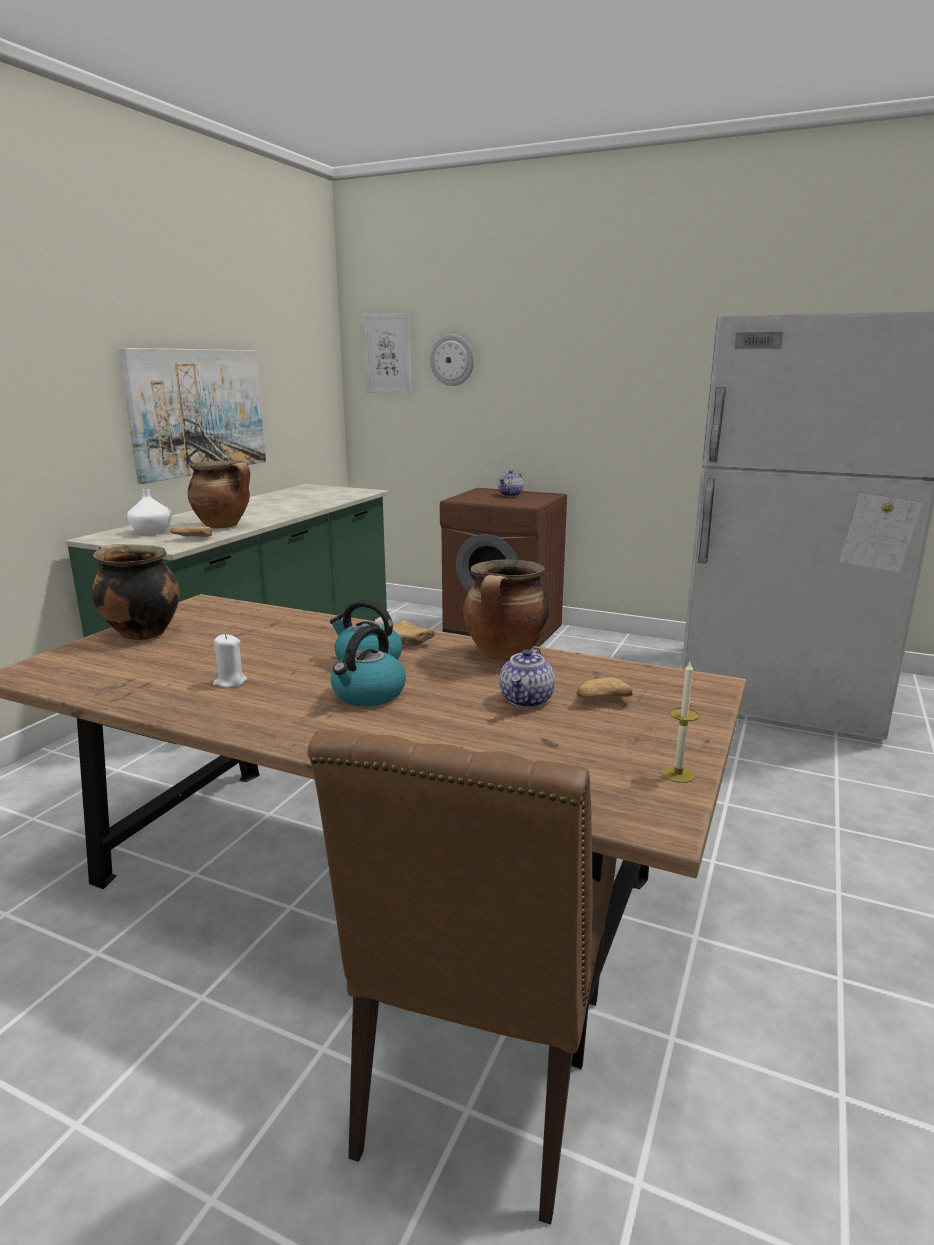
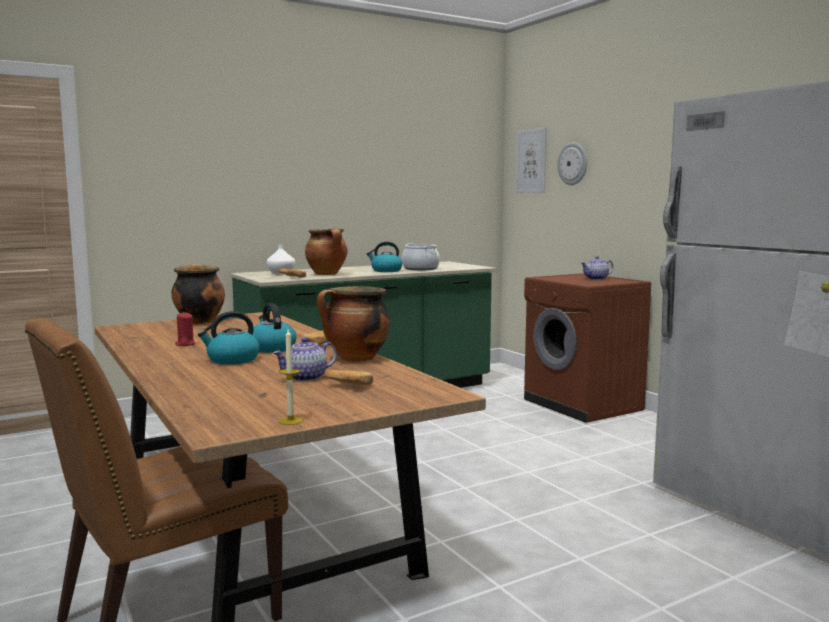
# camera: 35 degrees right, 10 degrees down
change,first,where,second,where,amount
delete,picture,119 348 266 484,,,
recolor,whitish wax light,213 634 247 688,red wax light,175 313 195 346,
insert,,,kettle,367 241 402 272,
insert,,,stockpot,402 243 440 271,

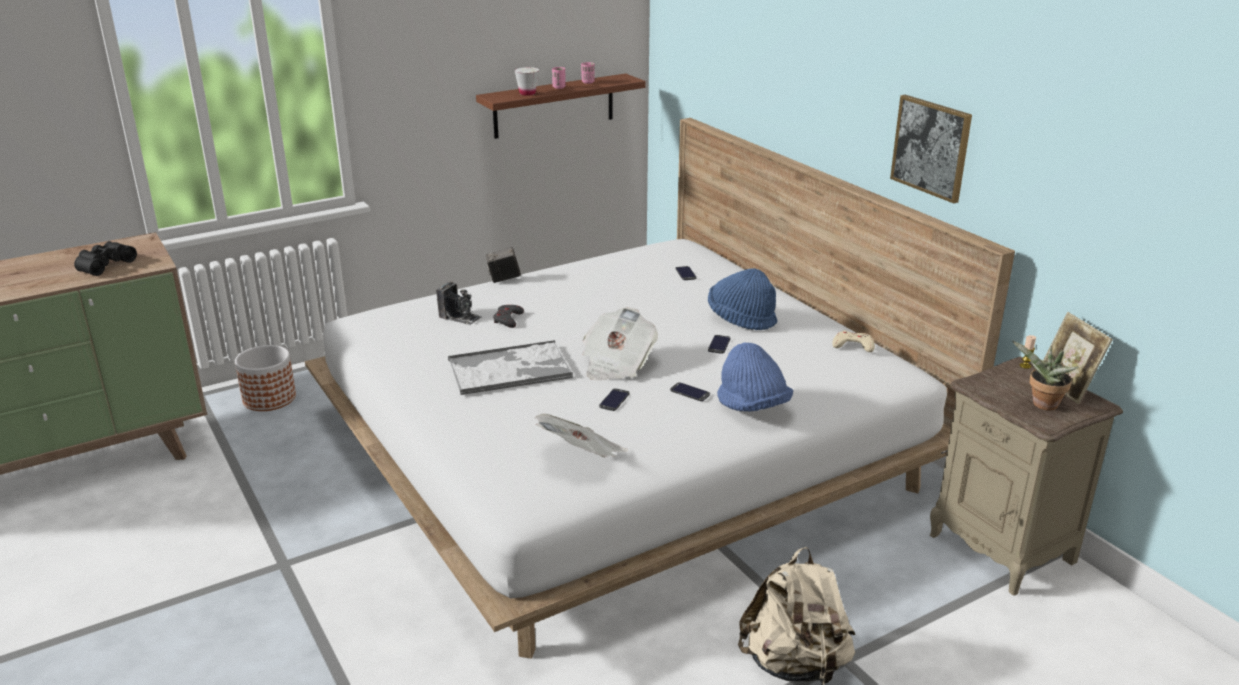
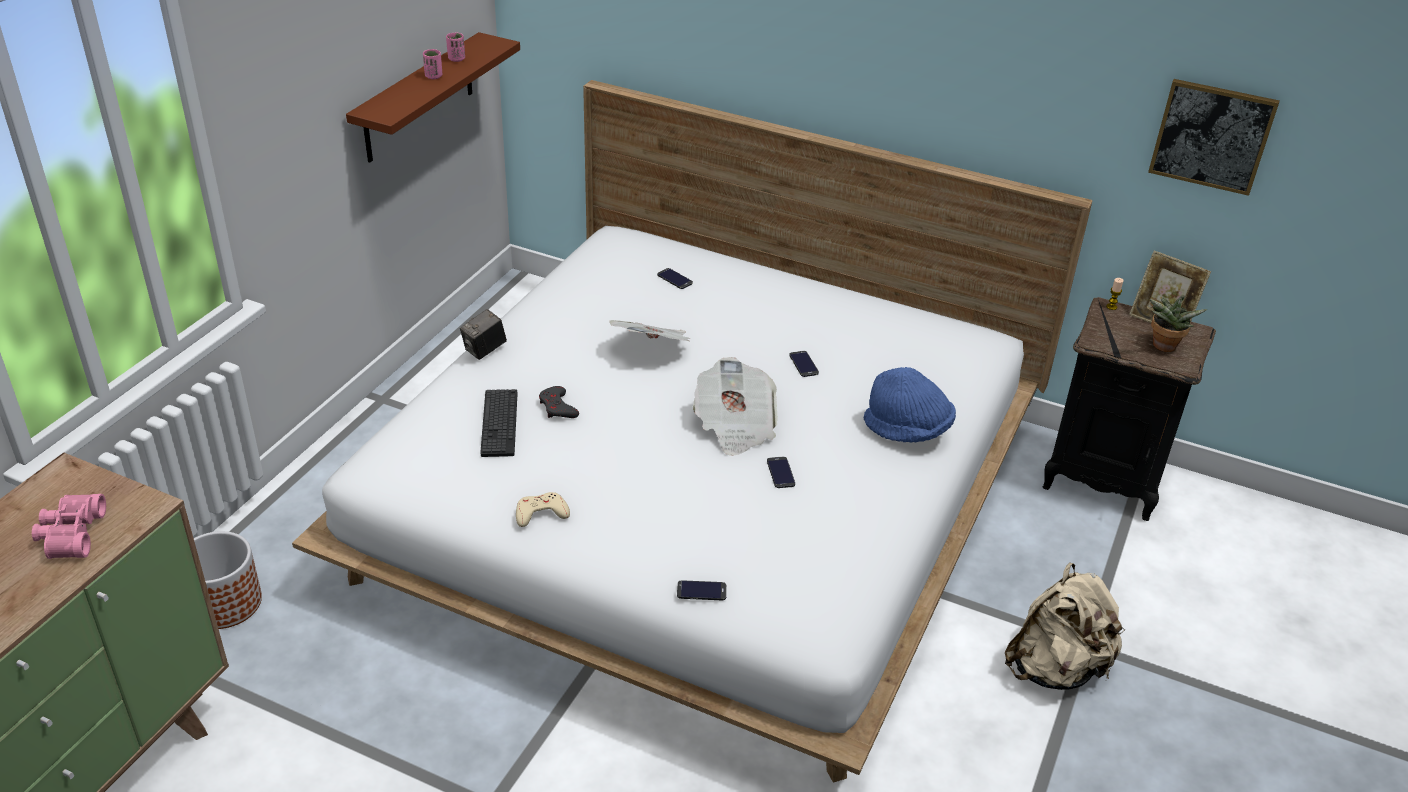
# camera: 35 degrees left, 10 degrees up
change,first,where,second,where,amount
delete,whitish drinking cup,514 67 539 96,,,
move,picture,890 95 972 203,,1148 79 1280 196,
recolor,black-coloured pair of binoculars,74 241 137 276,pink-coloured pair of binoculars,32 494 106 559,
delete,bluish clothing hat,708 269 777 330,,,
replace,still camera,436 281 482 325,computer keyboard,480 389 517 457,
move,beige-coloured joypad,832 330 875 352,,516 492 570 527,
delete,tray,448 340 573 395,,,
recolor,beige-coloured night table,930 357 1123 596,black-coloured night table,1043 297 1216 521,
move,phone,670 382 710 401,,677 580 727 600,
move,printed paper,535 414 628 457,,610 320 691 341,

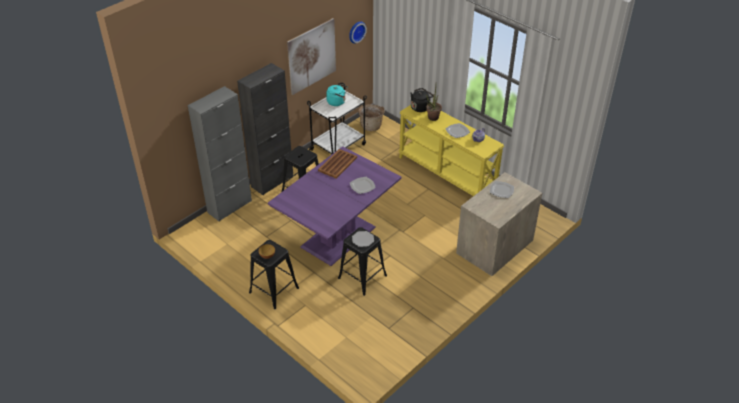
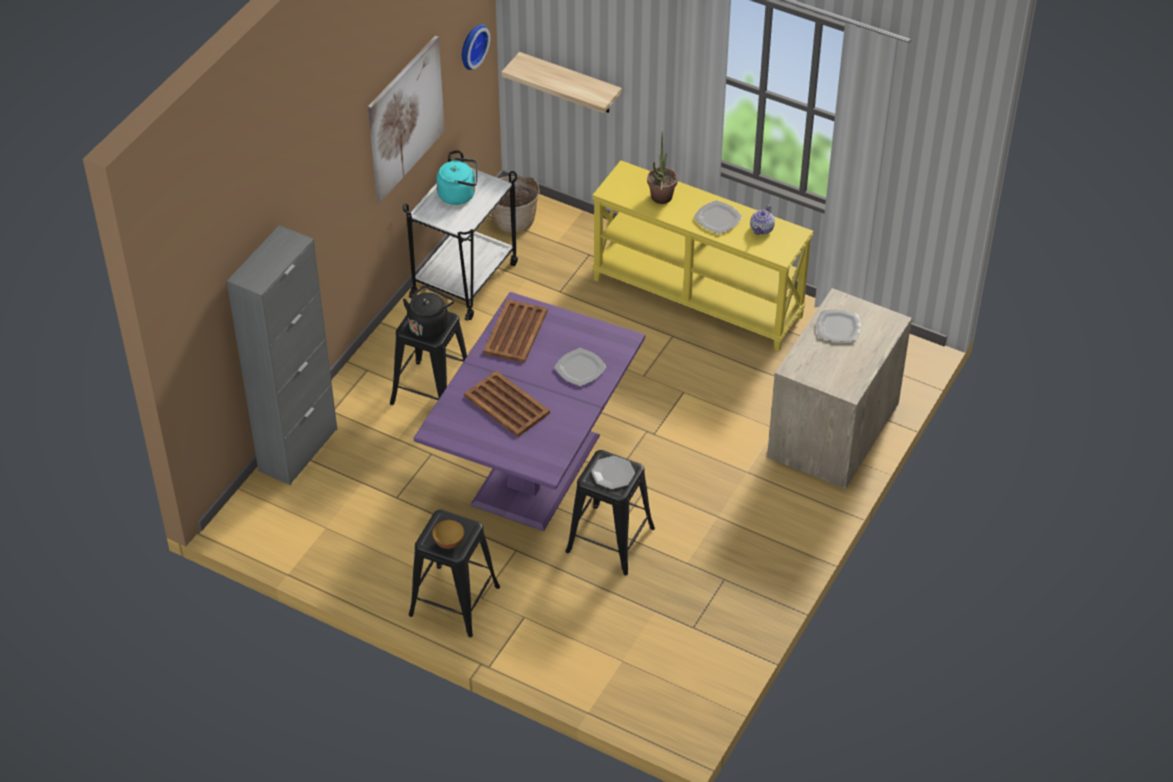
# camera: 15 degrees left, 5 degrees up
change,first,where,second,where,amount
delete,black-coloured cupboard,237 63 293 195,,,
move,black-coloured kettle,411 88 433 112,,403 286 454 339,
insert,,,wall shelf,501 52 622 113,
insert,,,brownish tray,464 370 550 437,

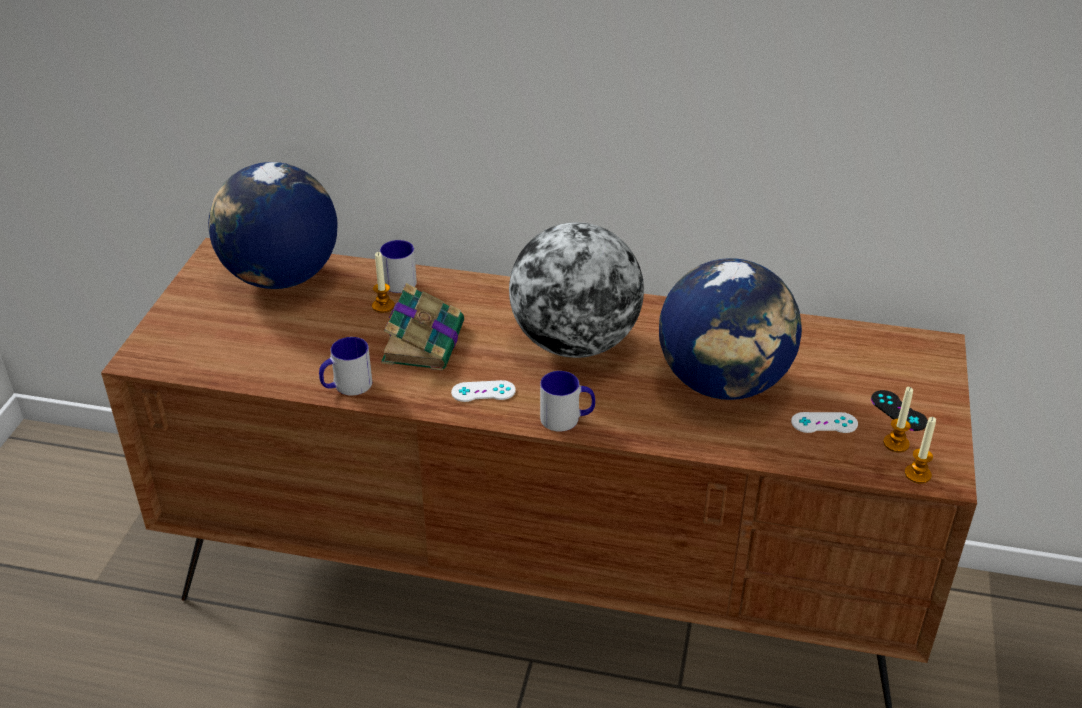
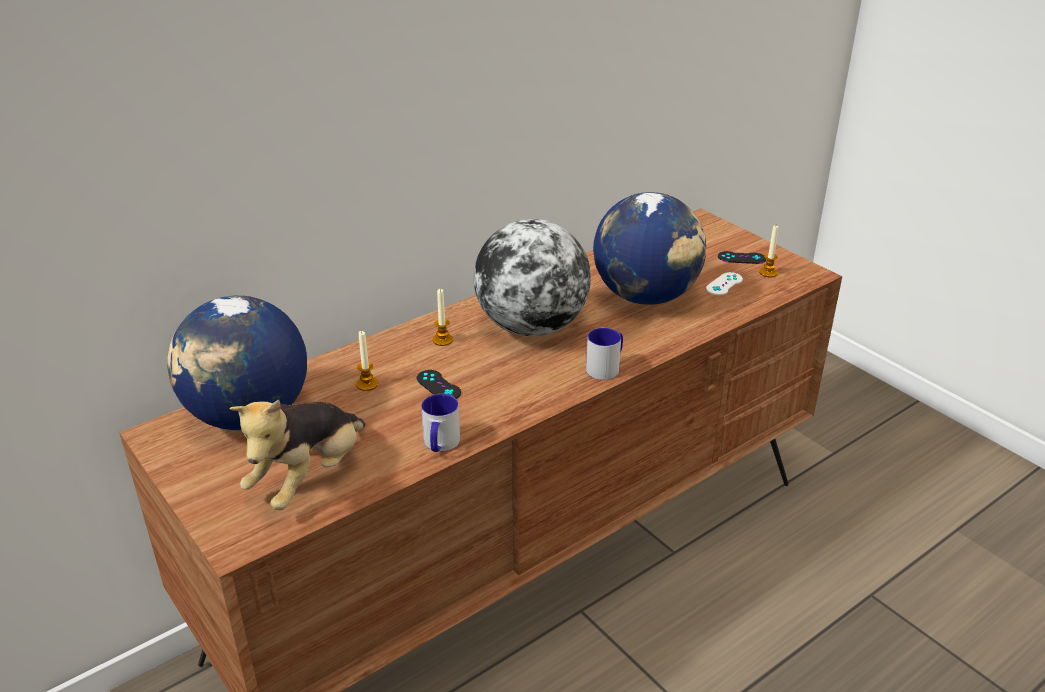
# camera: 50 degrees left, 5 degrees down
change,first,where,second,where,amount
delete,coffee mug,380 240 417 293,,,
replace,book,381 283 464 370,black-coloured joypad,416 370 461 399,
delete,whitish joypad,451 380 516 402,,,
move,wax light,905 417 936 484,,433 289 453 346,
insert,,,cuddly toy,230 400 365 510,

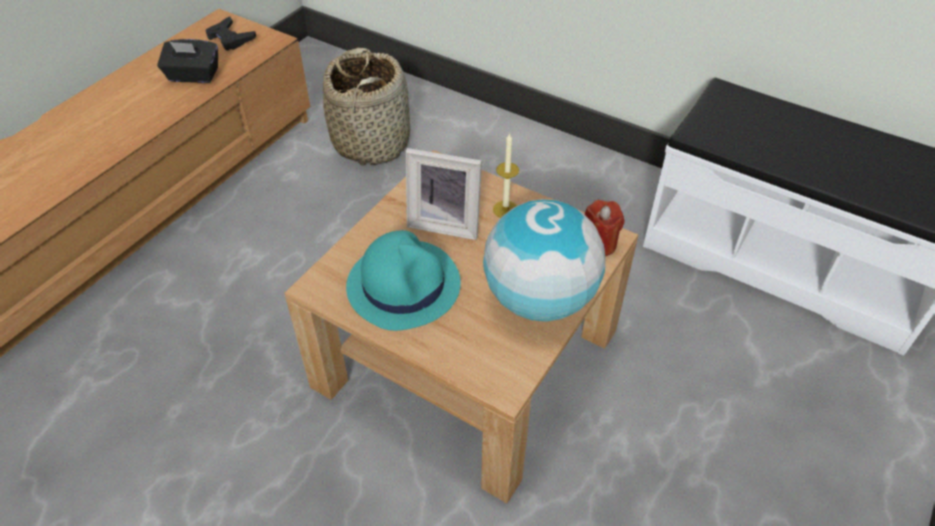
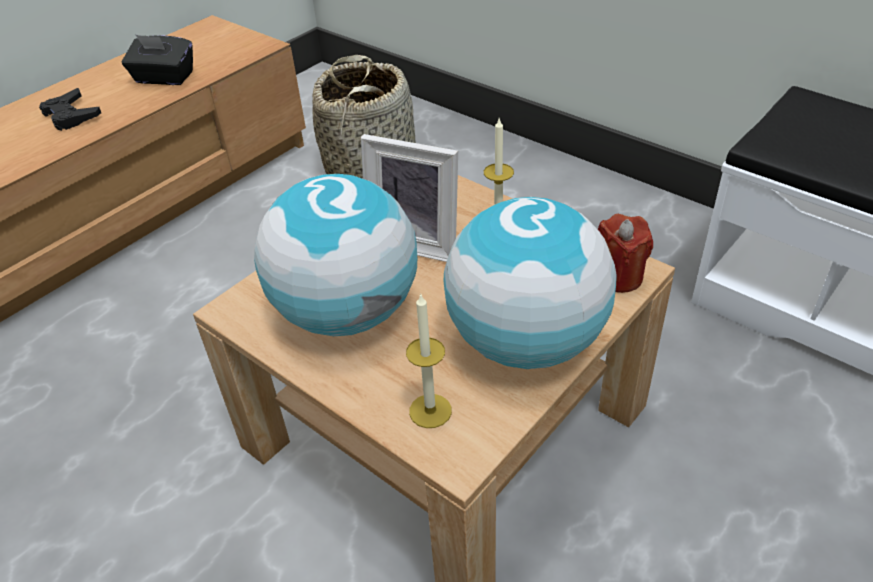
# camera: 10 degrees right, 5 degrees down
change,first,where,second,where,amount
move,black-coloured joypad,206 17 256 51,,39 88 101 131,
replace,blue-green clothing hat,346 230 461 331,world globe,254 174 417 336,
insert,,,wax light,406 293 452 428,

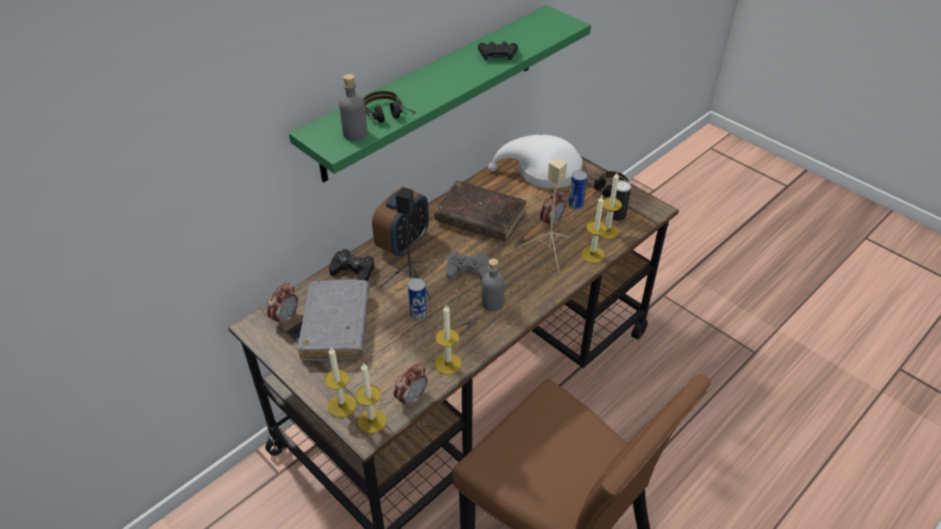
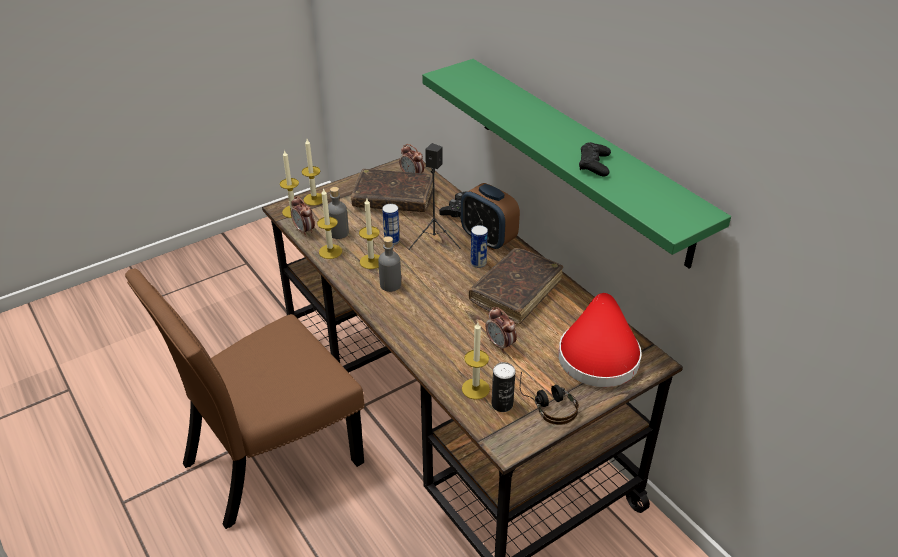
# camera: 100 degrees right, 5 degrees down
change,first,where,second,where,amount
move,gray bottle,339 74 367 141,,328 187 349 239,
delete,headset,364 91 416 123,,,
recolor,whitish clothing hat,488 135 582 189,red clothing hat,558 293 642 387,
delete,beige-coloured loudspeaker,520 158 569 272,,,
move,metal can,569 170 587 210,,471 225 488 268,
move,wax light,581 196 607 263,,359 199 380 269,
delete,gray joypad,446 252 489 281,,,
recolor,gray book,298 280 370 361,brownish book,351 169 433 212,

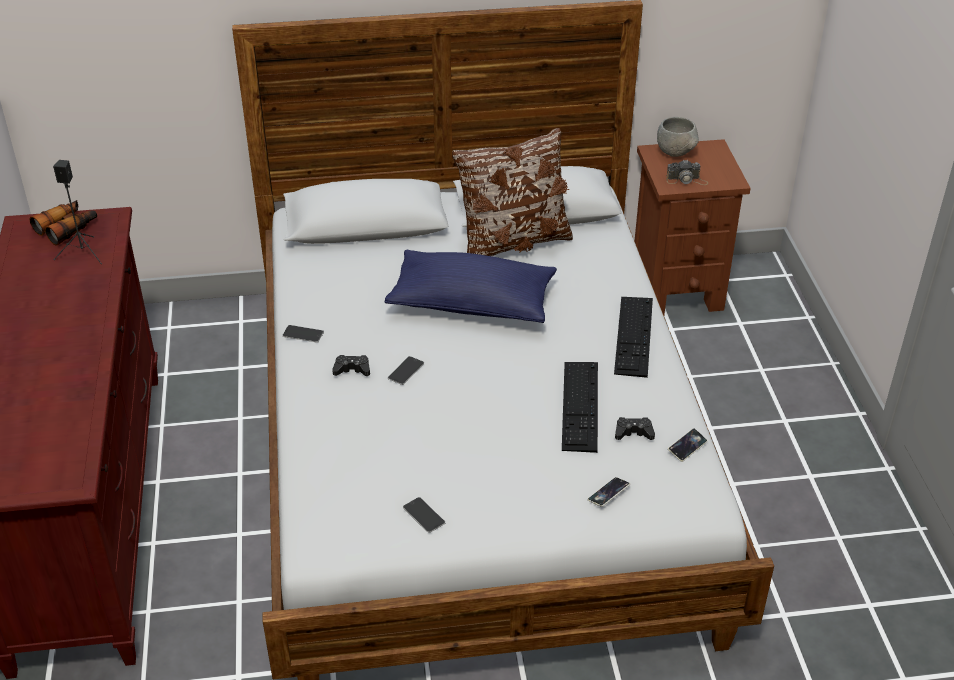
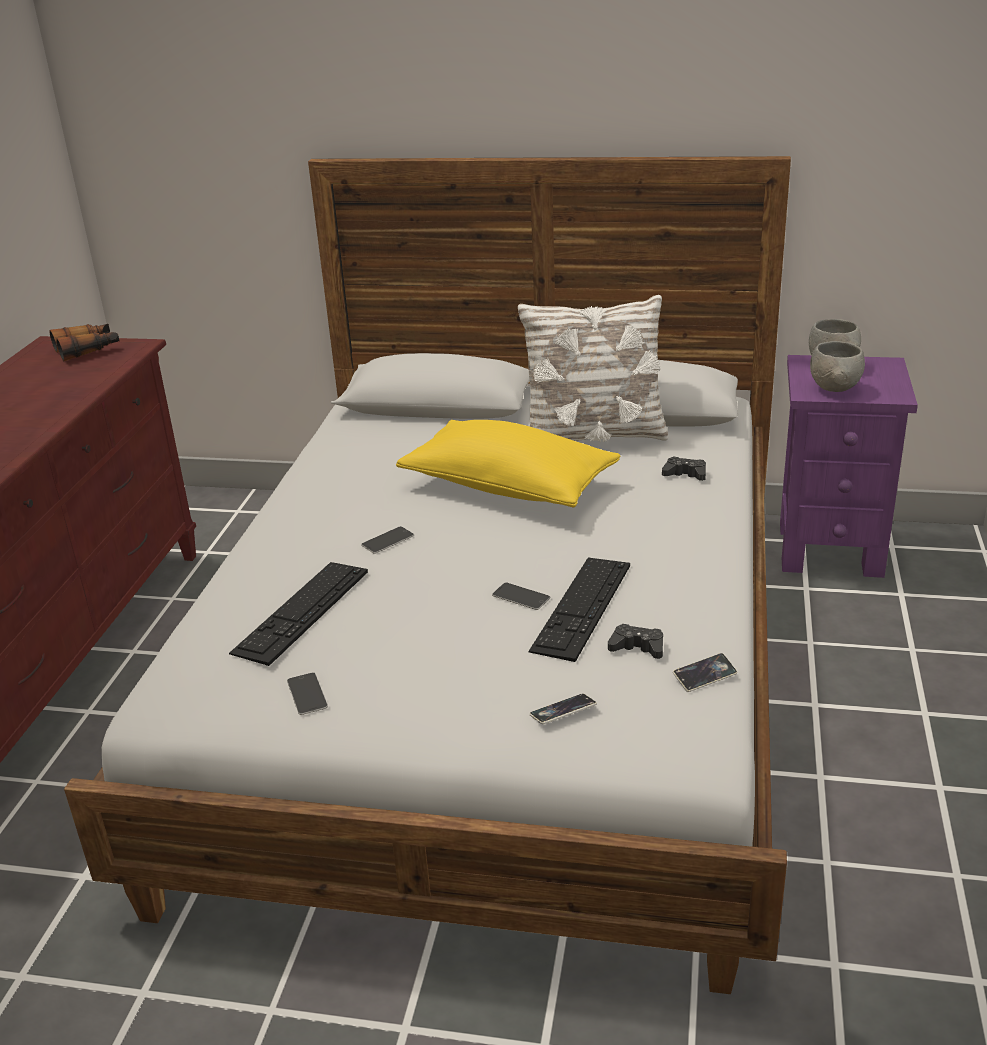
# camera: 20 degrees right, 10 degrees down
change,first,where,second,where,amount
recolor,brownish throw pillow,452 128 573 256,whitish throw pillow,518 295 668 442,
recolor,brownish night table,635 139 751 315,purple night table,780 355 918 578,
delete,black-coloured loudspeaker,53 160 102 264,,,
replace,still camera,667 160 708 185,gray serving bowl,810 341 865 392,
recolor,bluish throw pillow,385 250 557 323,yellow throw pillow,396 420 621 508,
move,computer keyboard,614 297 653 378,,229 562 368 666,
move,phone,282 325 324 343,,492 582 550 610,
move,black-coloured joypad,332 355 370 376,,662 457 706 481,

